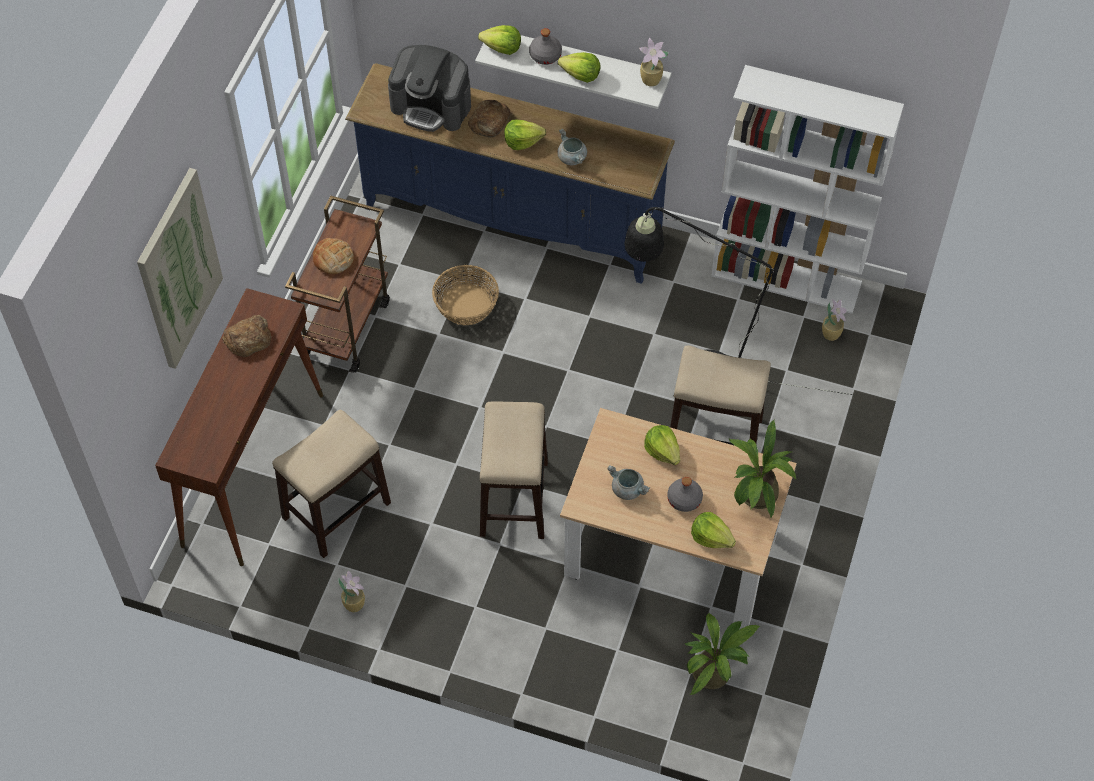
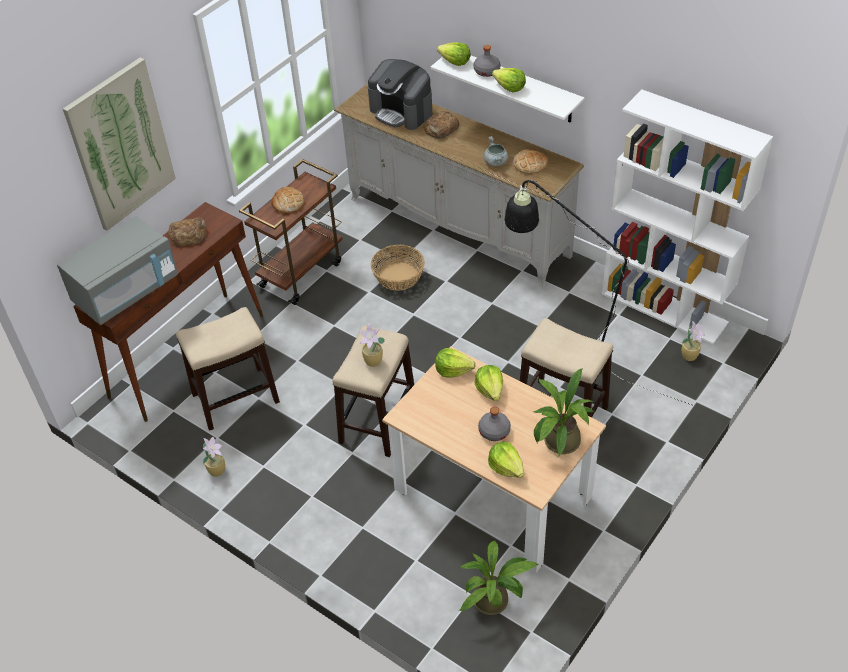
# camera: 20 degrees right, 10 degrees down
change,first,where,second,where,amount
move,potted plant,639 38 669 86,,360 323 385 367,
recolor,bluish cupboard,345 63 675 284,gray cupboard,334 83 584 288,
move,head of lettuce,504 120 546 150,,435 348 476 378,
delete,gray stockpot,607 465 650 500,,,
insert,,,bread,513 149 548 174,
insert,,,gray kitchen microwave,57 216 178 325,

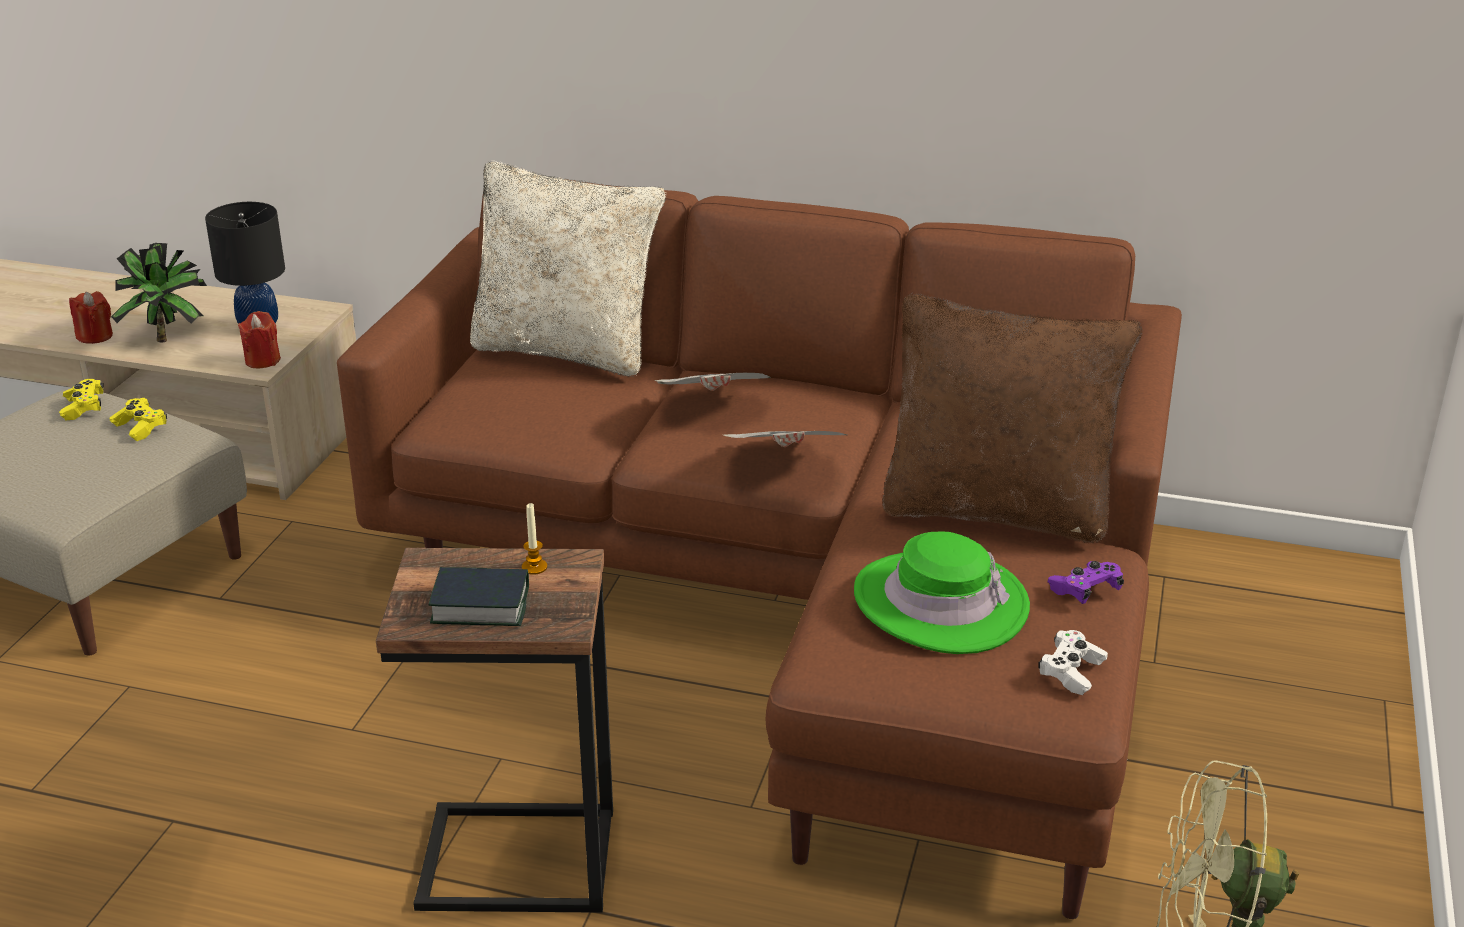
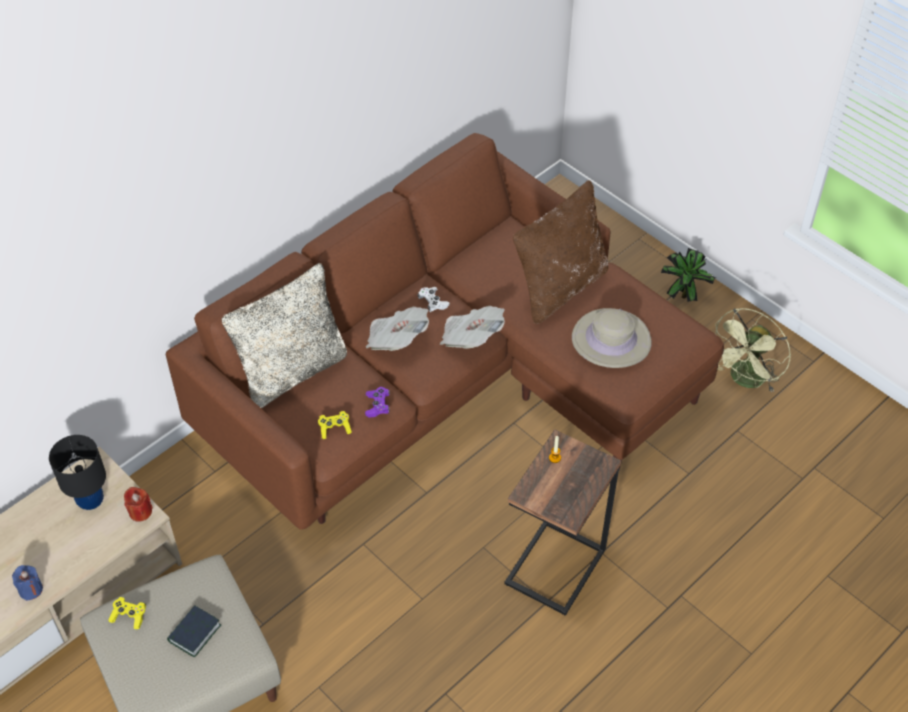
# camera: 60 degrees left, 20 degrees up
change,first,where,second,where,amount
move,potted plant,111 243 207 342,,661 248 716 302,
recolor,red wax light,69 291 113 344,bluish wax light,12 565 43 601,
move,yellow joypad,109 398 167 441,,318 411 352 439,
recolor,green clothing hat,854 531 1030 654,beige-coloured clothing hat,572 308 652 368,
move,purple joypad,1047 561 1124 604,,365 387 390 417,
move,book,429 567 529 626,,167 605 221 657,
move,whitish joypad,1039 630 1108 695,,417 287 450 312,

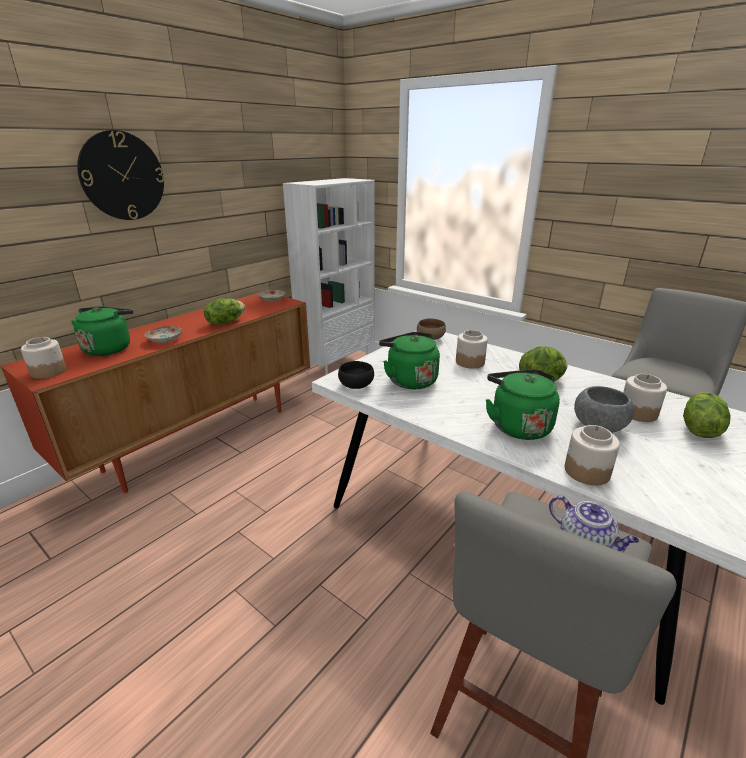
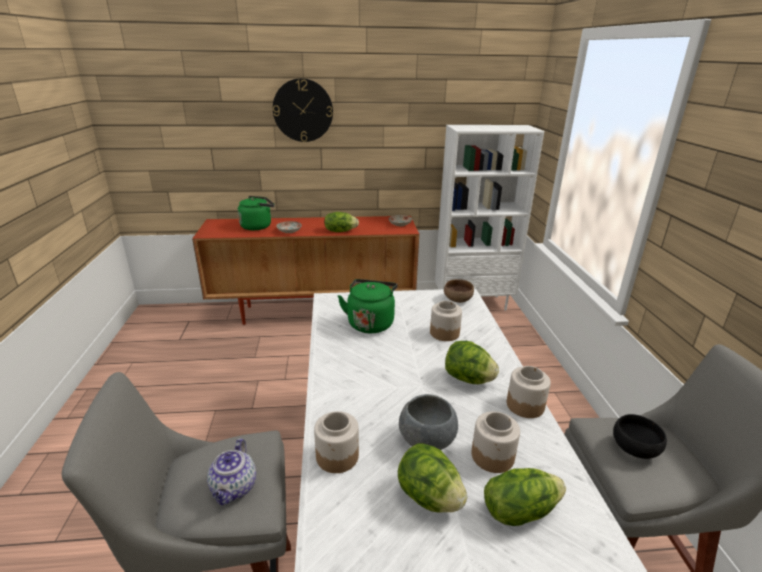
# camera: 45 degrees right, 0 degrees up
change,first,where,second,where,amount
move,preserve jar,21 337 67 379,,507 366 551 418,
move,black-coloured serving bowl,338 361 374 389,,613 414 667 459,
delete,green kettle,486 369 560 440,,,
insert,,,head of lettuce,398 443 467 513,

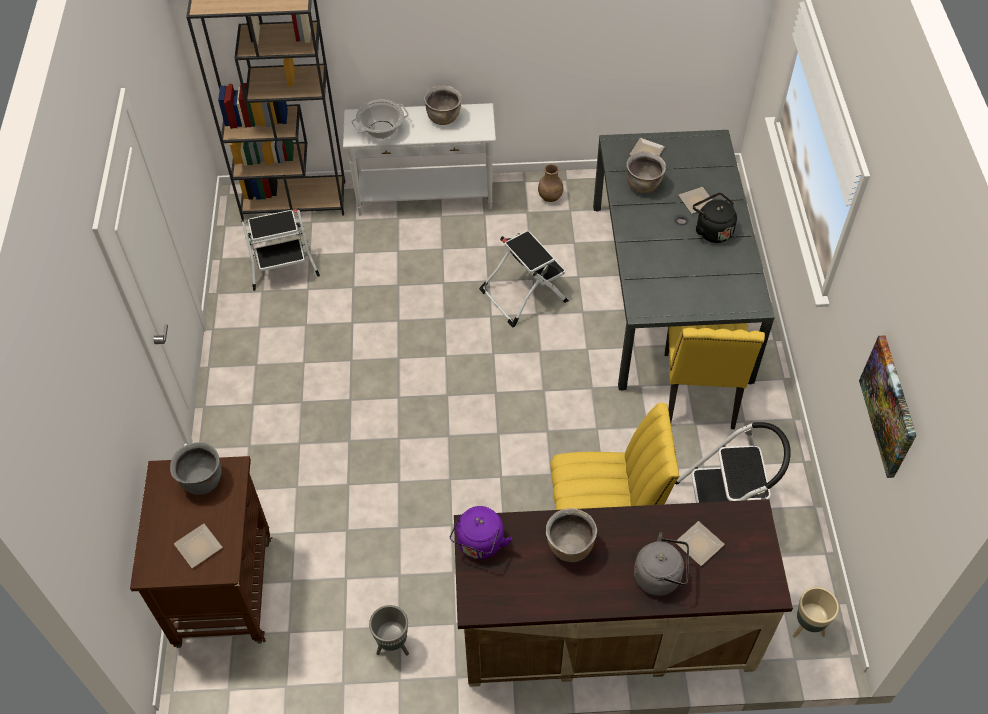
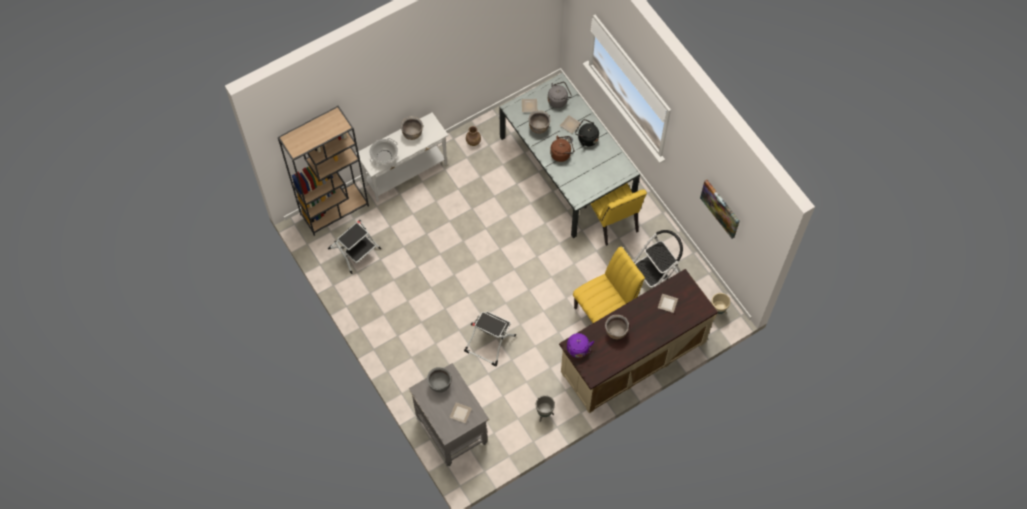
# camera: 30 degrees left, 10 degrees up
change,first,where,second,where,amount
move,step ladder,479 231 569 328,,464 311 516 366,
recolor,brownish trolley,130 456 273 648,gray trolley,408 363 489 467,
move,gray kettle,634 532 689 596,,548 82 572 108,
insert,,,brownish kettle,550 135 574 162,

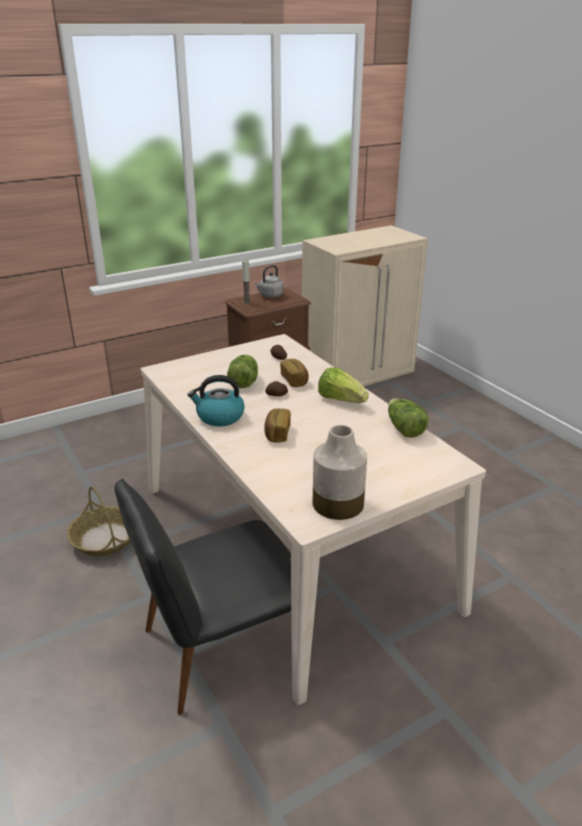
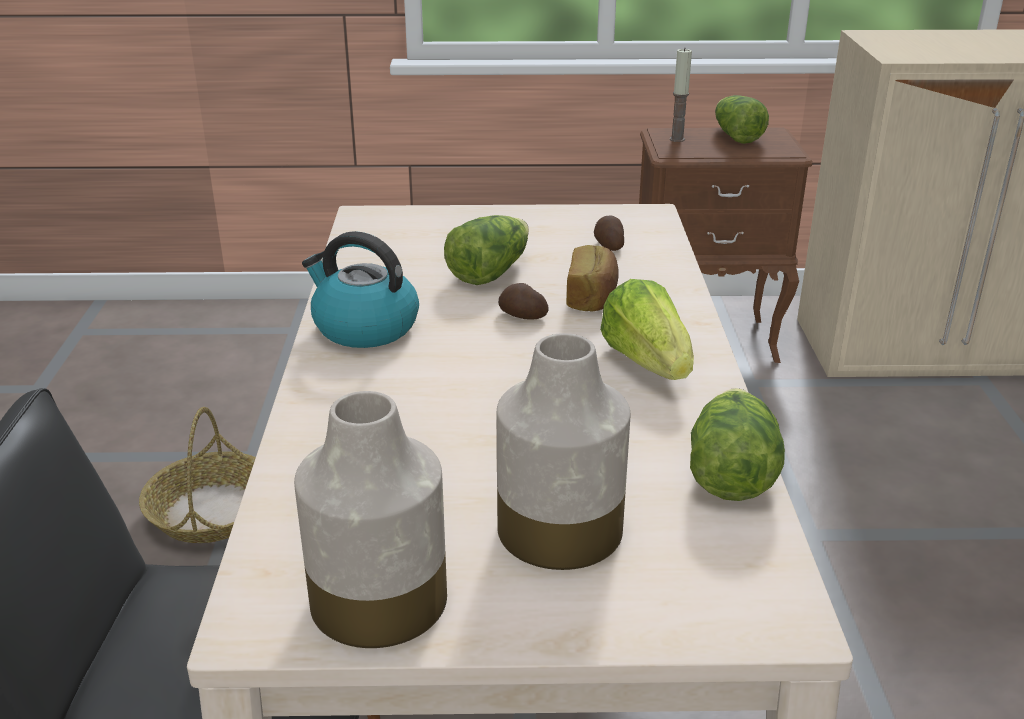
# camera: 30 degrees right, 0 degrees up
change,first,where,second,where,amount
replace,gray kettle,255 265 284 298,head of lettuce,715 95 769 144,
delete,bread,264 408 291 443,,,
insert,,,beige-coloured decorative vase,497 333 630 570,

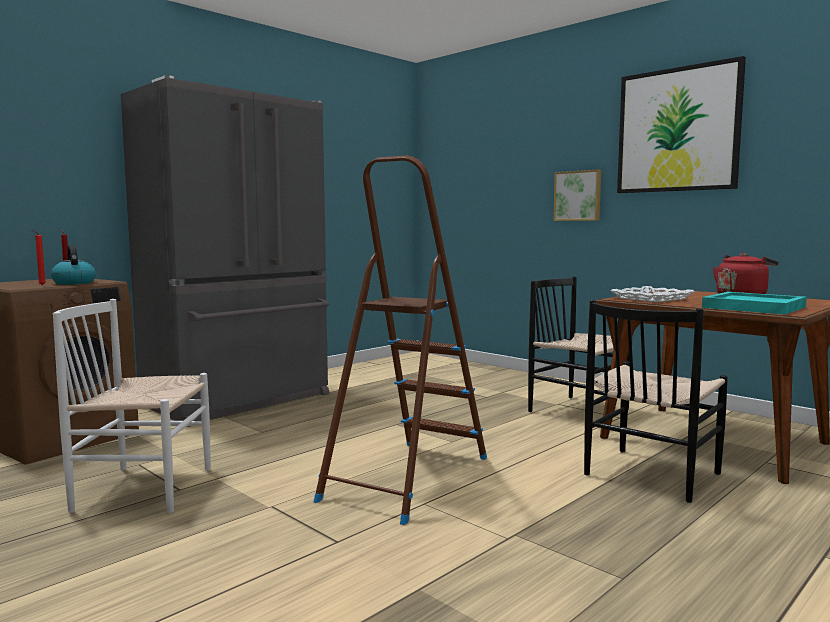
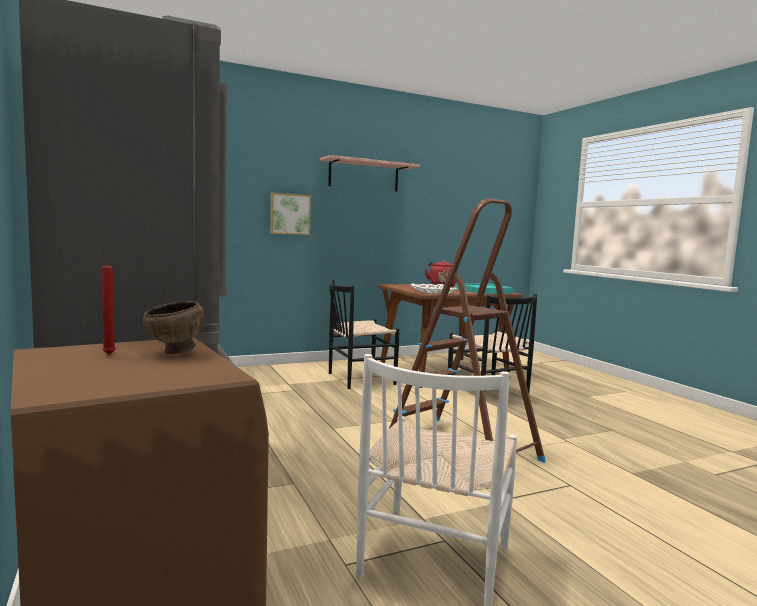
# camera: 70 degrees left, 0 degrees up
change,first,where,second,where,amount
replace,picture,617 56 746 193,wall shelf,320 155 420 192,
delete,red wax light,32 230 46 285,,,
replace,kettle,51 245 96 285,brownish serving bowl,143 301 204 355,

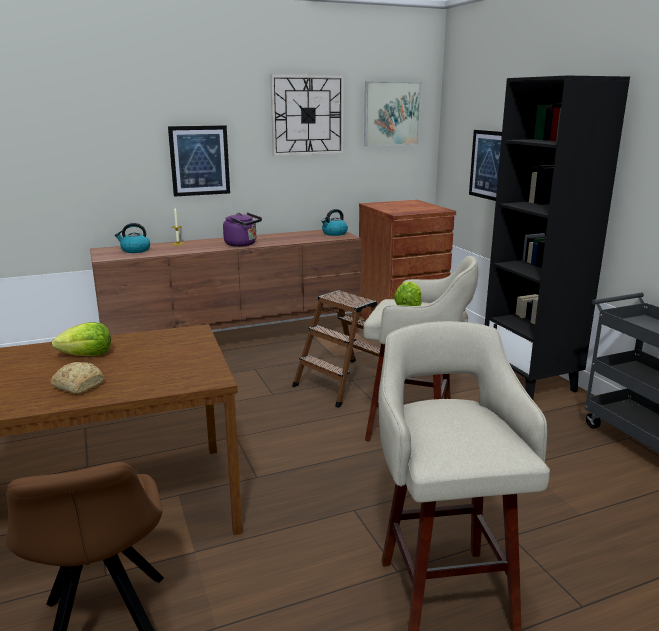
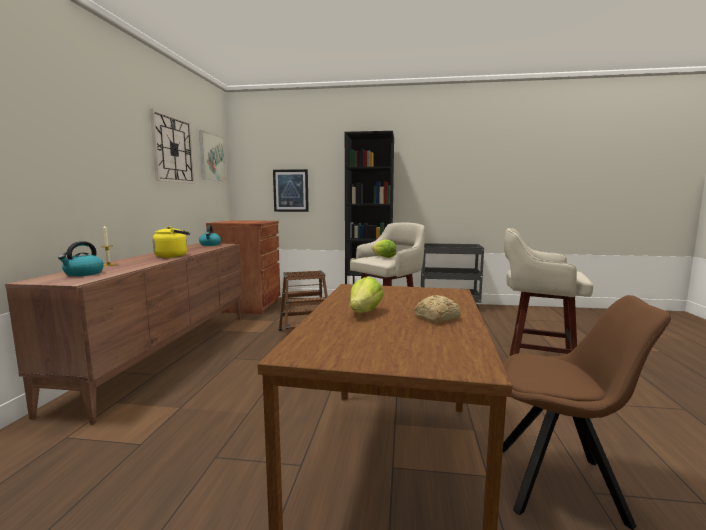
# camera: 60 degrees left, 10 degrees down
change,first,where,second,where,amount
delete,picture,168 125 230 197,,,
recolor,purple kettle,223 213 262 247,yellow kettle,152 226 190 258,

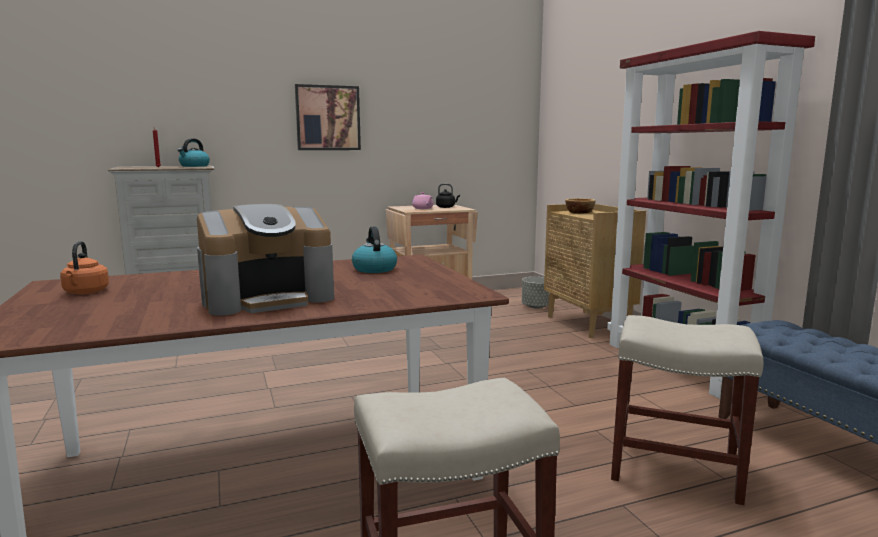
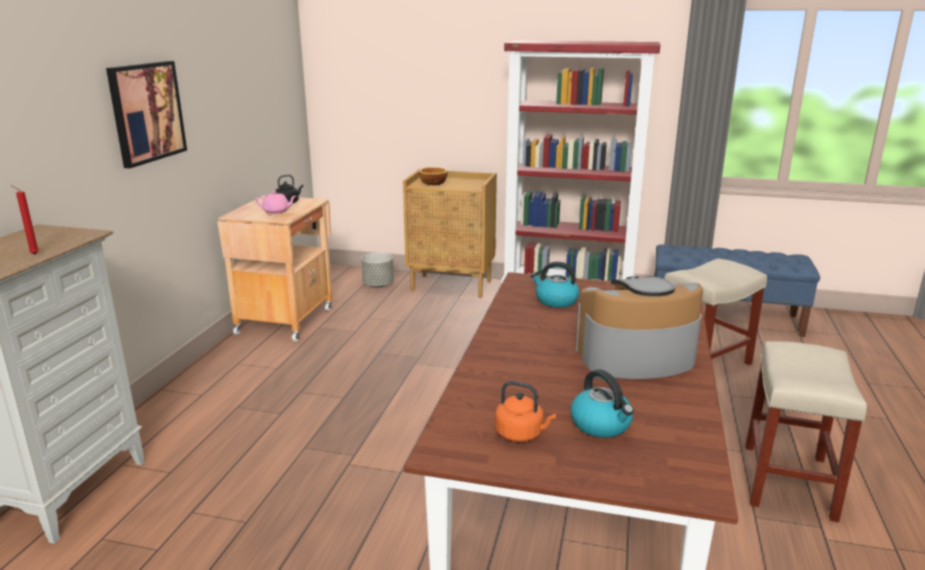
# camera: 55 degrees left, 10 degrees up
change,first,where,second,where,amount
move,kettle,178 138 210 167,,571 369 634 438,
rotate,coffee brewer,197 204 334 316,,575 276 703 379,105 degrees counterclockwise

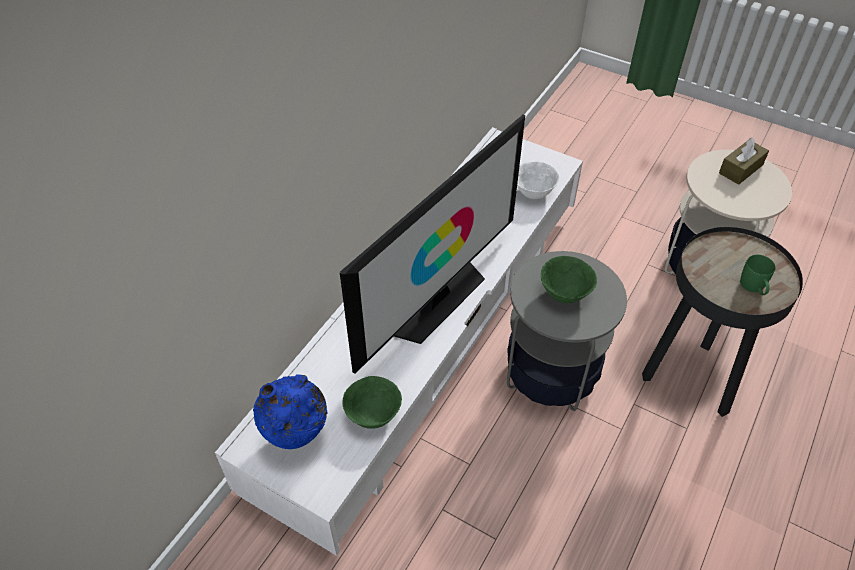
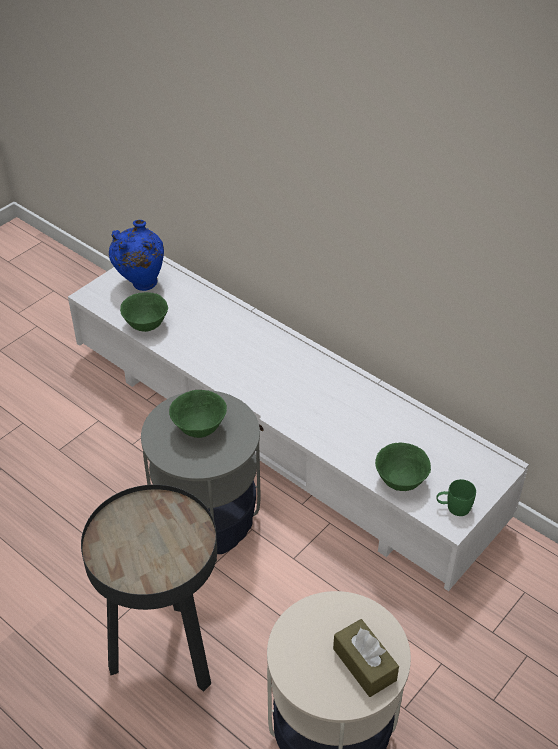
# camera: 100 degrees right, 5 degrees down
change,first,where,second,where,amount
delete,TV set,340 115 525 374,,,
recolor,whitish serving bowl,517 161 560 199,green serving bowl,375 443 431 491,
move,green coffee mug,740 255 776 295,,436 479 476 516,

